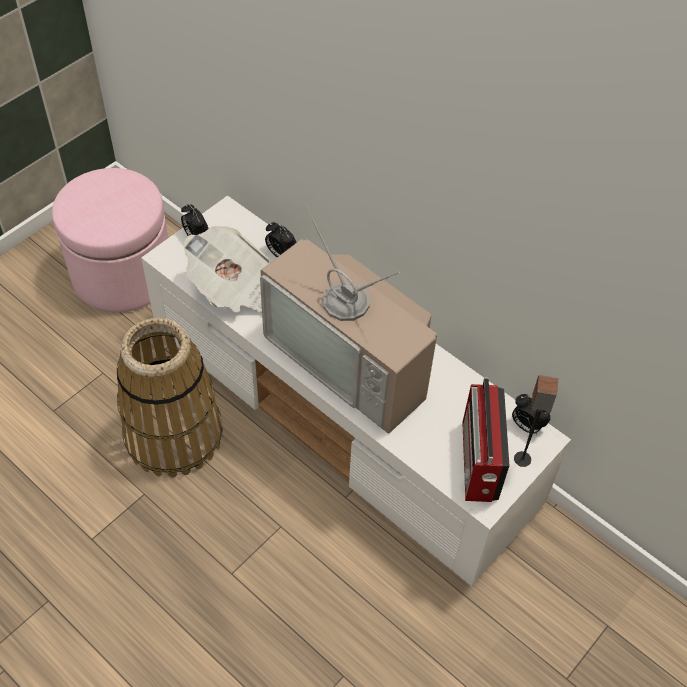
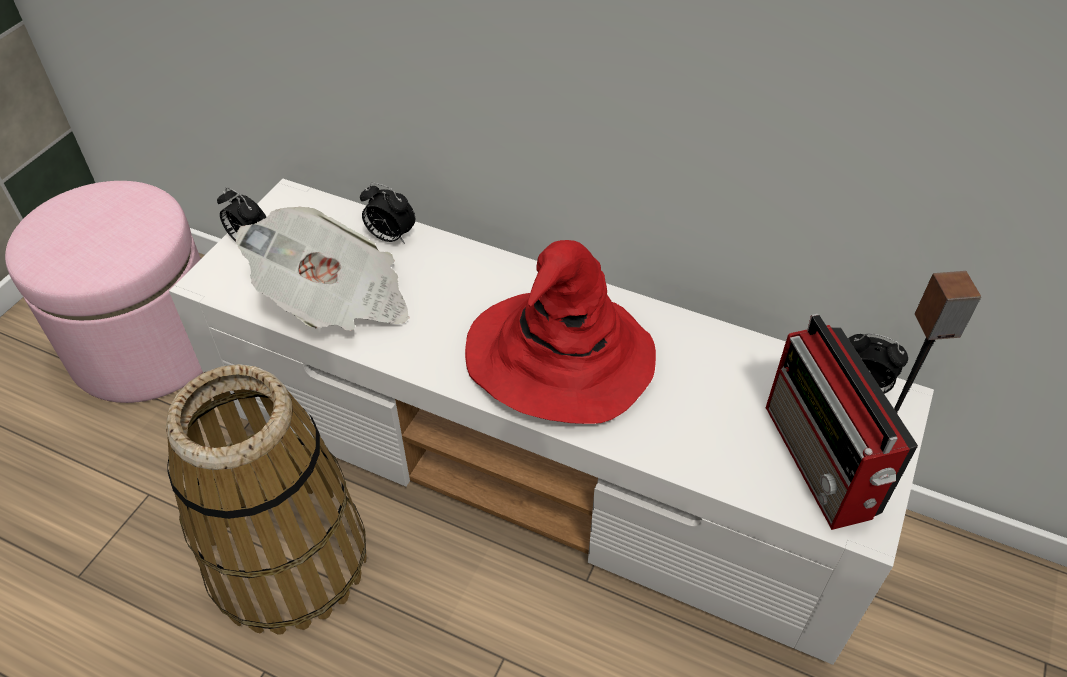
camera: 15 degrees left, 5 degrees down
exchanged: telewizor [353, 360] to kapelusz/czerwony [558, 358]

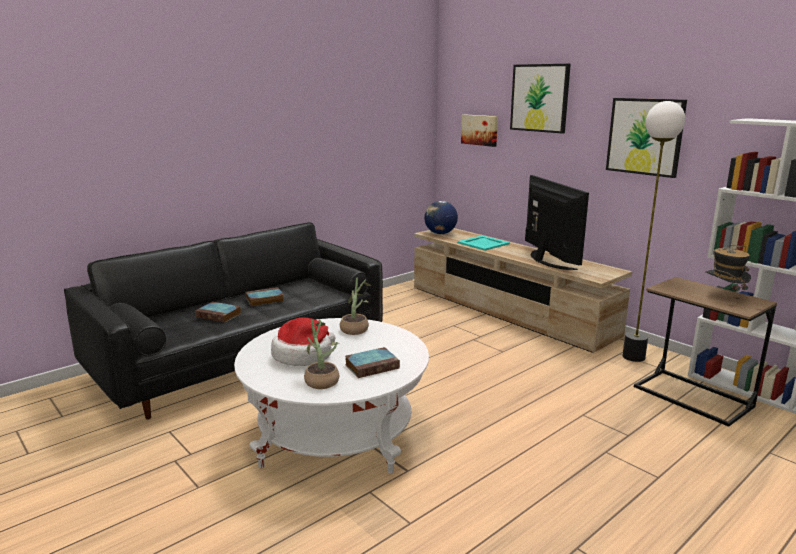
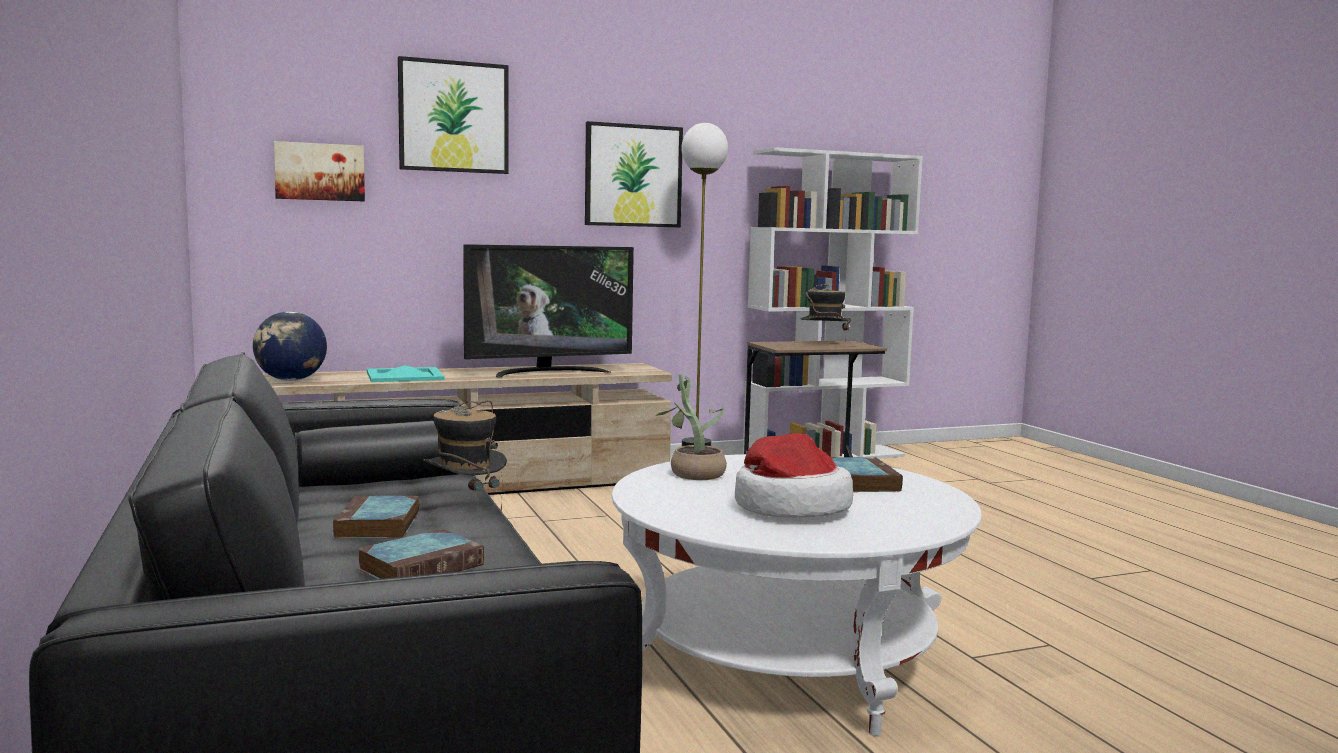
camera: 70 degrees left, 10 degrees down
missing: roślina doniczkowa [320, 380]
appeared: kapelusz [465, 506]
spun: telewizor [546, 260] = [548, 372] 150 degrees clockwise

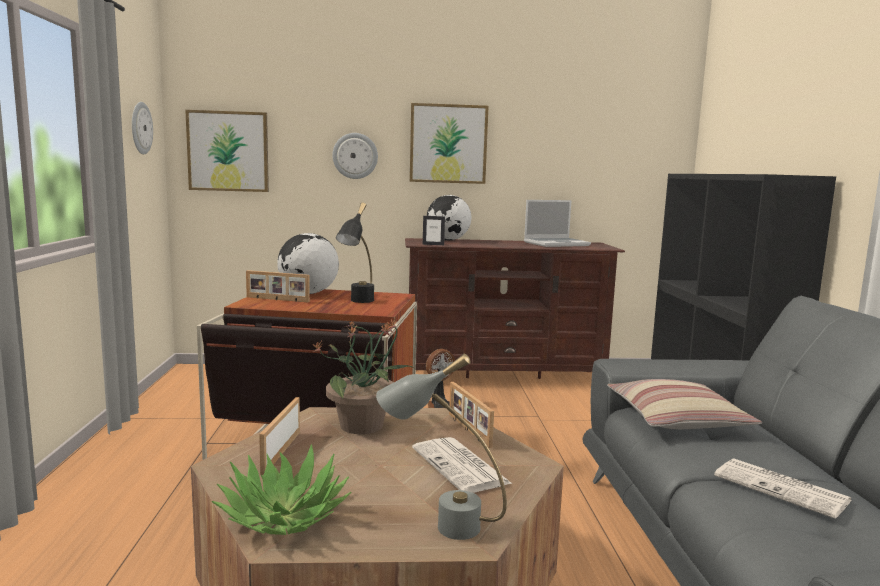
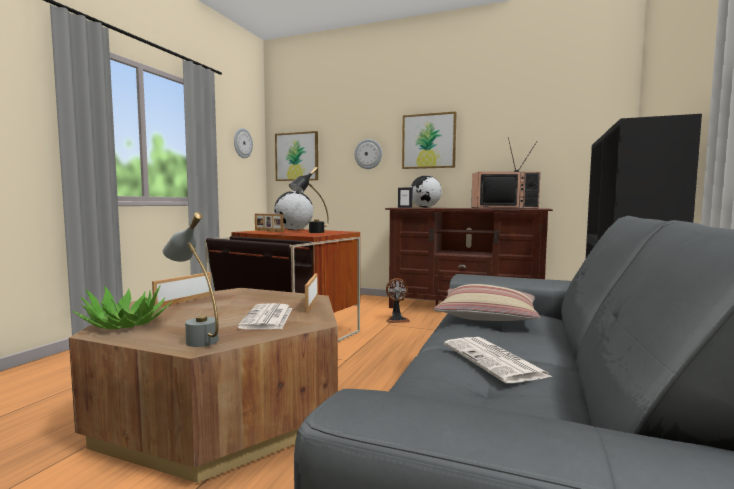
camera: 25 degrees right, 5 degrees down
missing: roślina doniczkowa [363, 425]
exchanged: laptop [556, 244] to telewizor [504, 208]

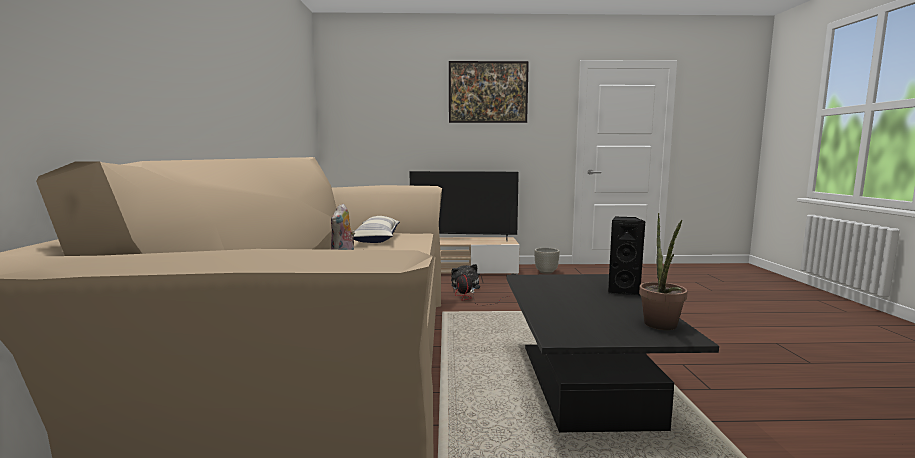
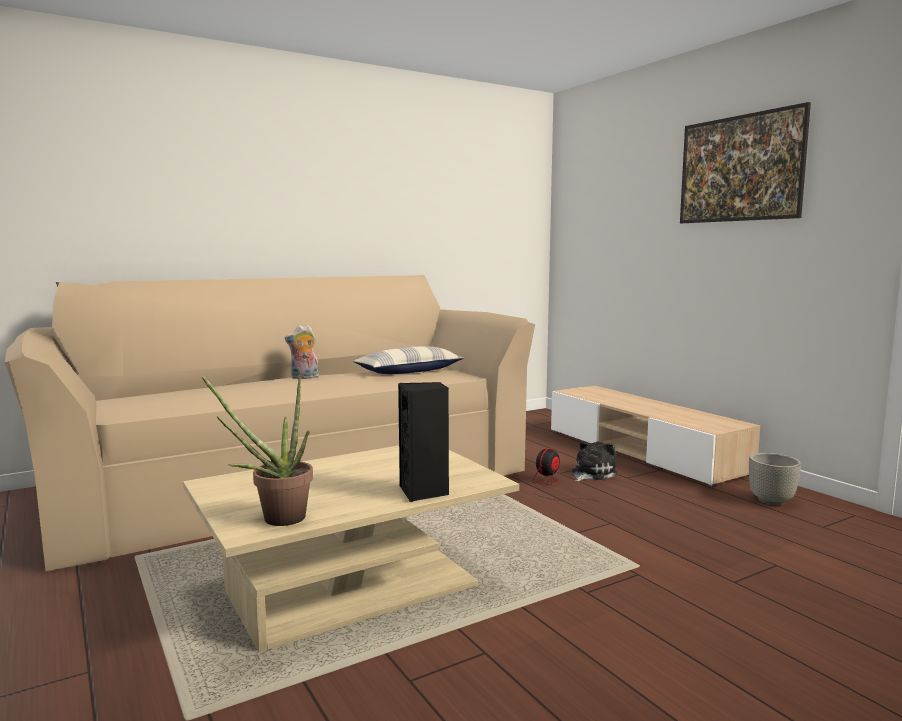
camera: 60 degrees right, 0 degrees up
missing: telewizor [463, 239]
colour: ława/czarny [584, 383] to ława/beżowy [353, 589]

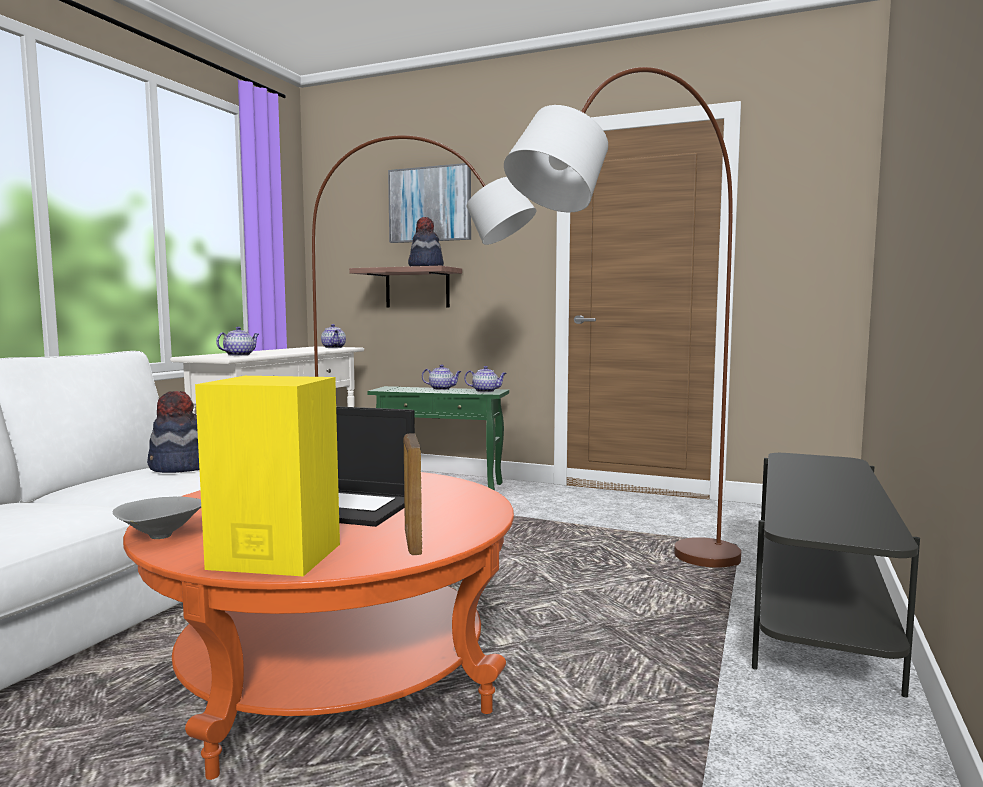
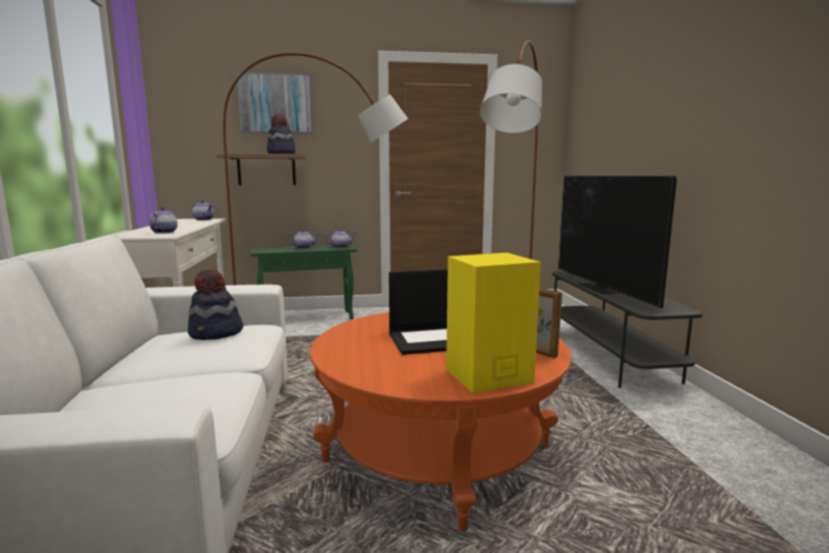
camera: 30 degrees left, 5 degrees up
missing: miska/szary [159, 537]
appeared: telewizor [601, 288]

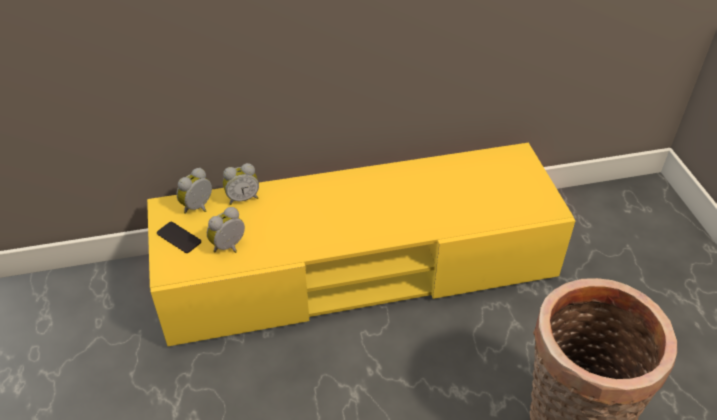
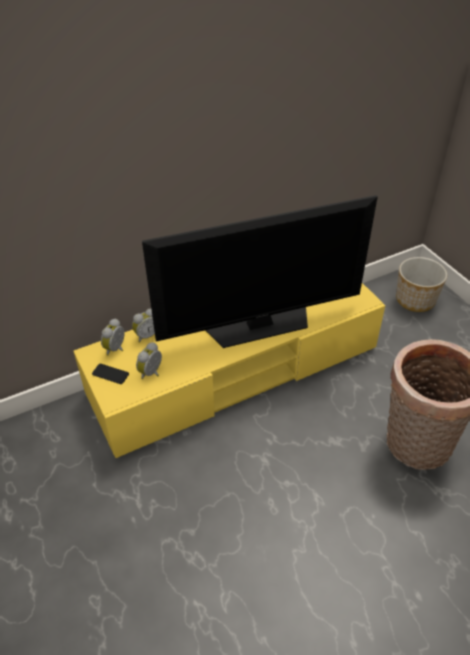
camera: 15 degrees left, 0 degrees up
appeared: telewizor [259, 325]; donica [415, 300]

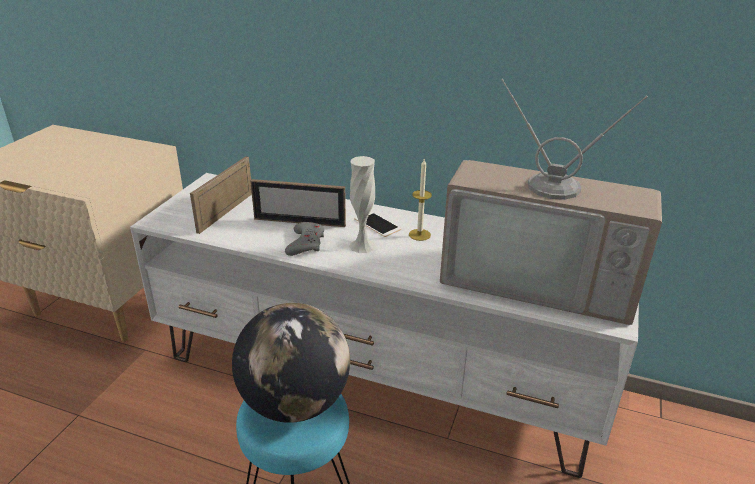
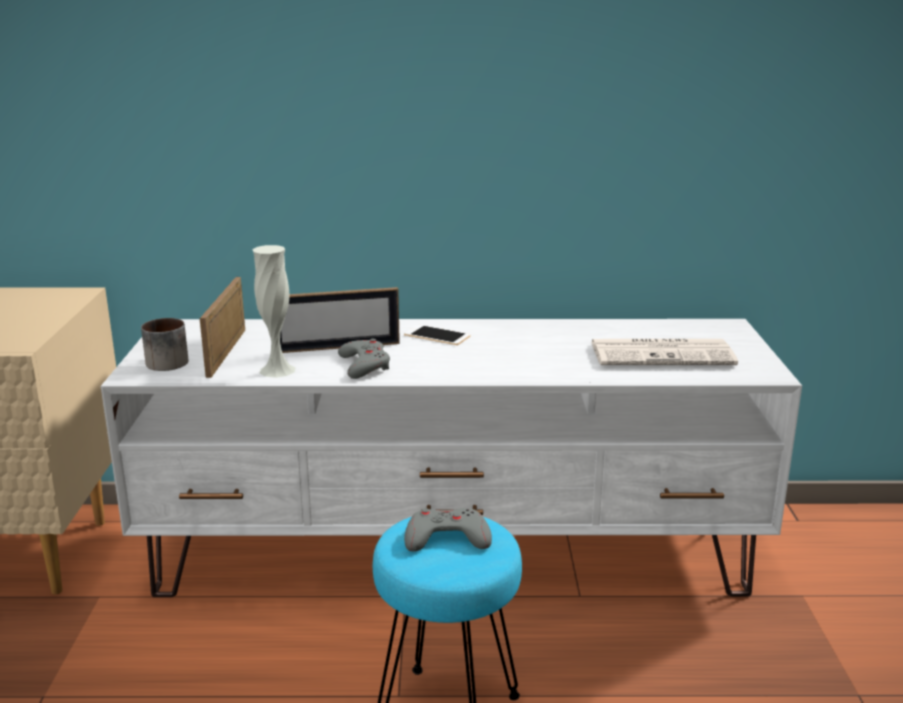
camera: 20 degrees left, 10 degrees down
missing: świeca [419, 234]
appeared: kubek [162, 362]
relocated: wazon/biały [362, 246] to [277, 370]
exchanged: globus [295, 403] to pad do gier/szary [446, 538]; telewizor [539, 279] to gazeta [663, 354]

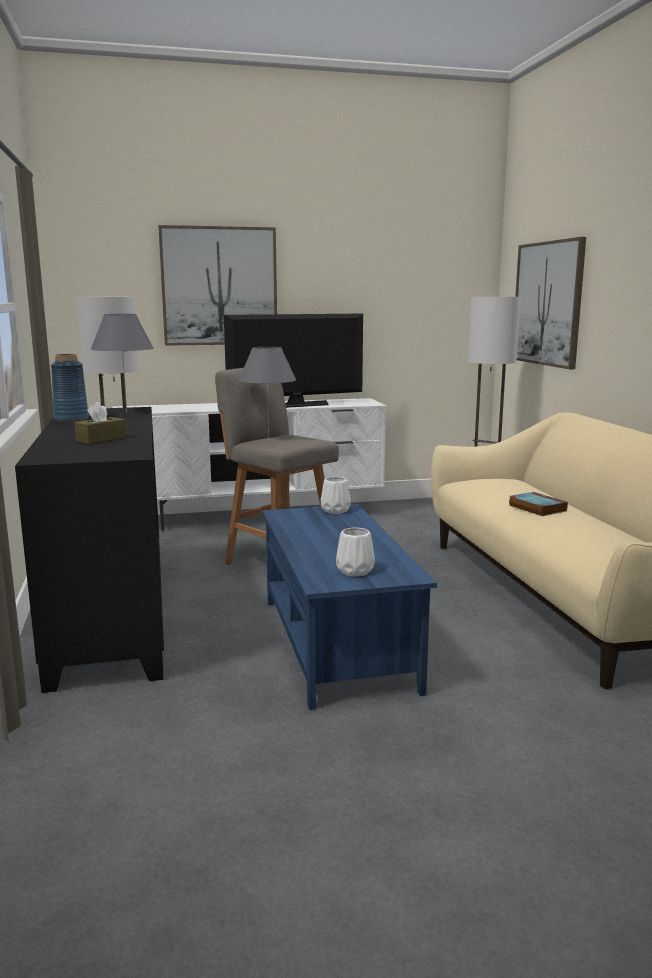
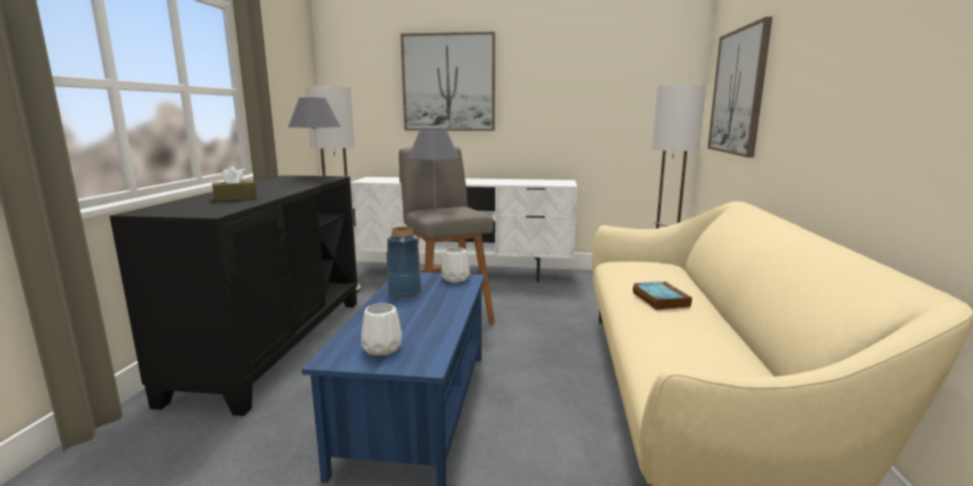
camera: 20 degrees right, 0 degrees up
missing: telewizor [296, 405]
relocated: wazon/niebieski [71, 419] to [404, 291]

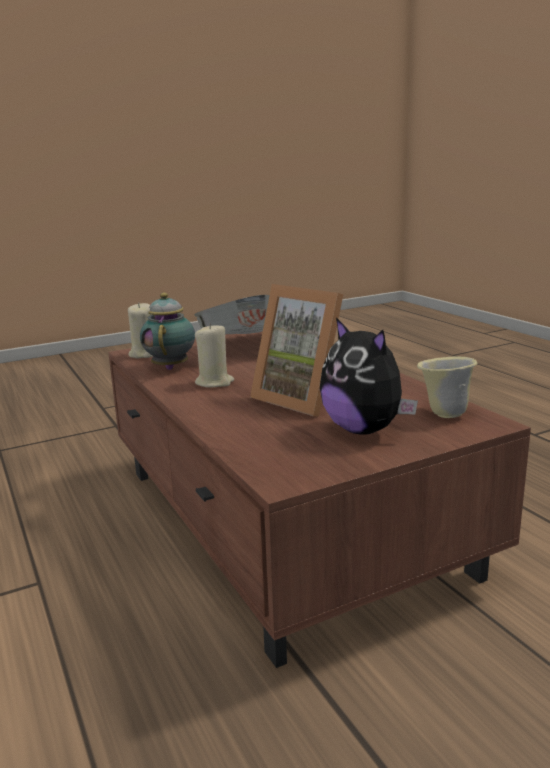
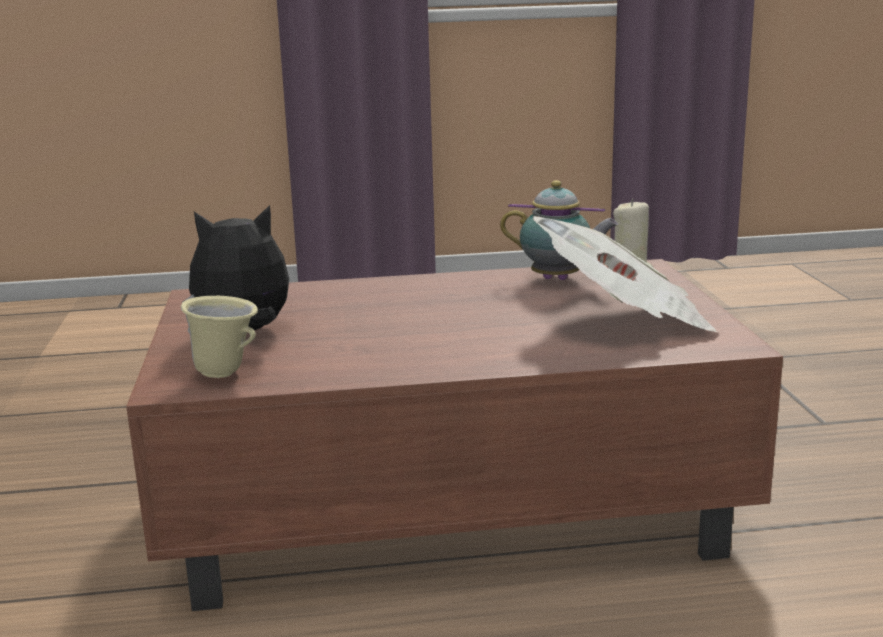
camera: 110 degrees right, 0 degrees up
missing: świeca/beżowy [214, 382]; ramka na zdjęcie [303, 399]

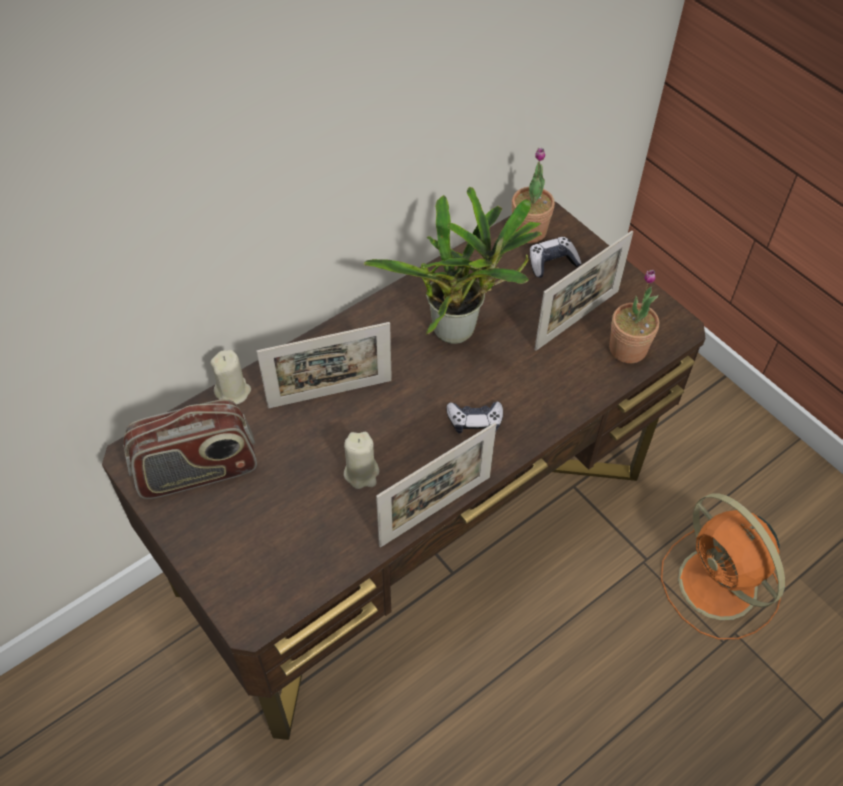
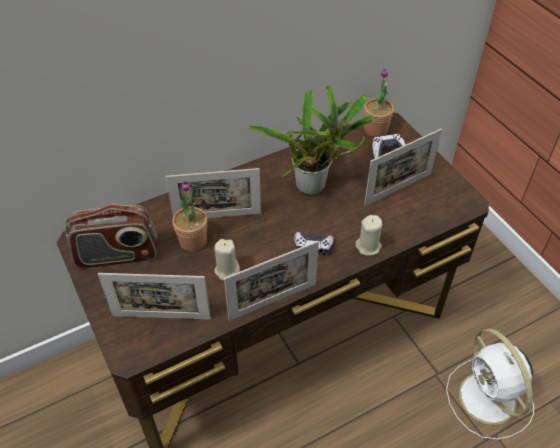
camera: 10 degrees right, 5 degrees down
appeared: ramka na zdjęcie [161, 317]
relocated: roślina doniczkowa [627, 349] to [193, 241]; świeca/beżowy [233, 392] to [368, 246]
colour: wentylator/pomarańczowy [720, 586] to wentylator/biały [489, 400]

